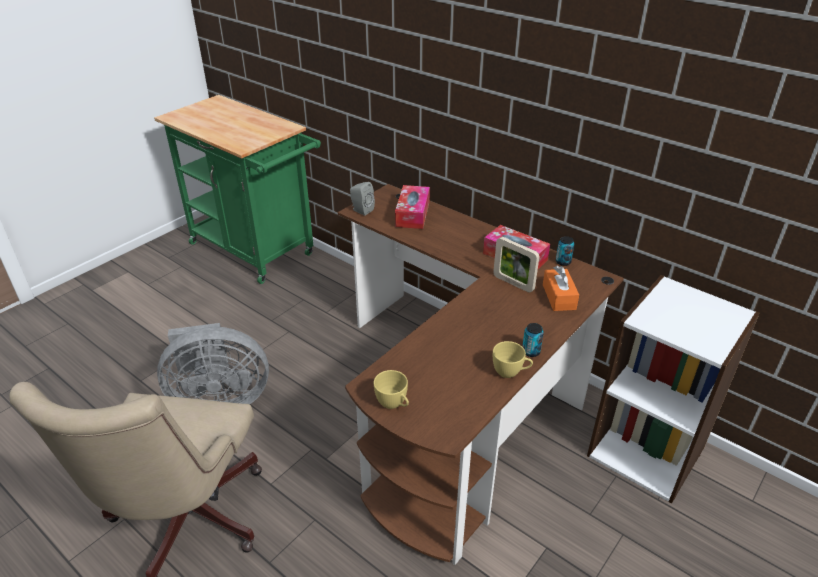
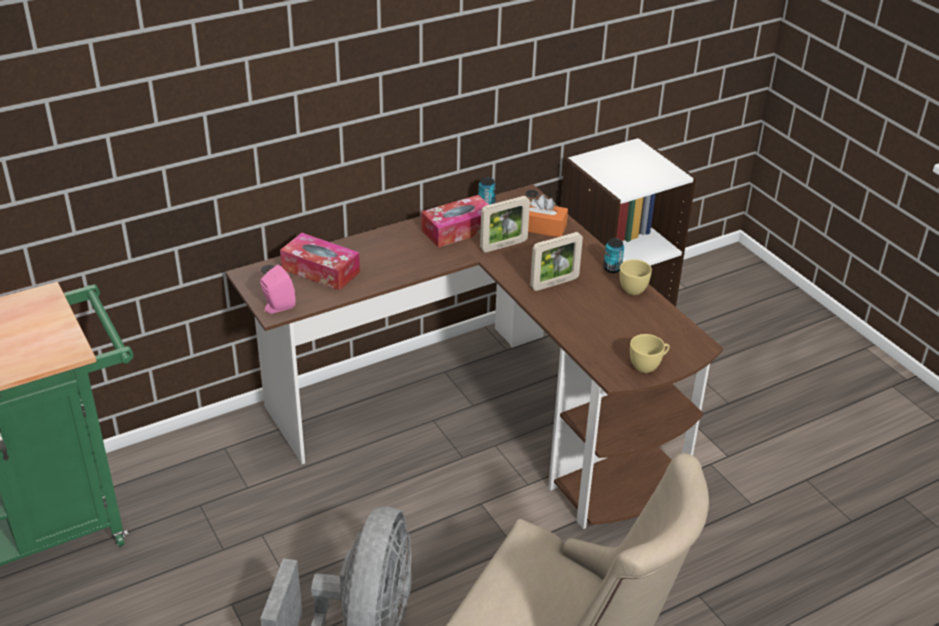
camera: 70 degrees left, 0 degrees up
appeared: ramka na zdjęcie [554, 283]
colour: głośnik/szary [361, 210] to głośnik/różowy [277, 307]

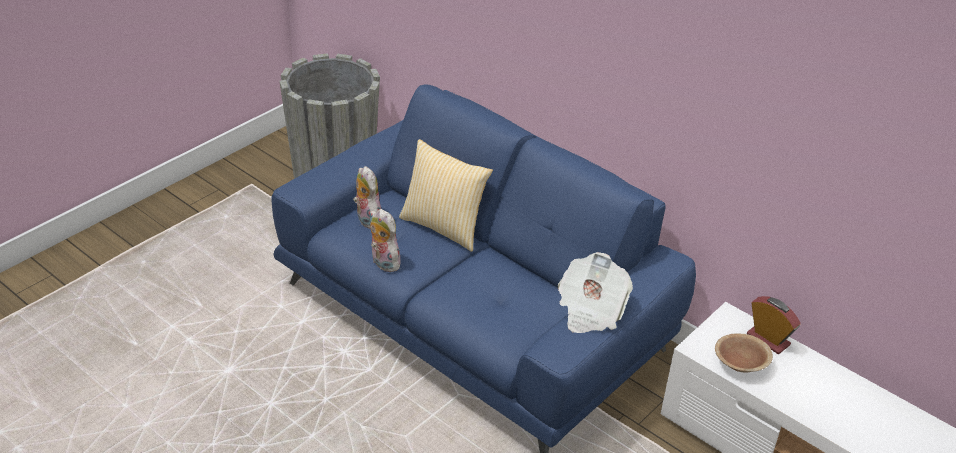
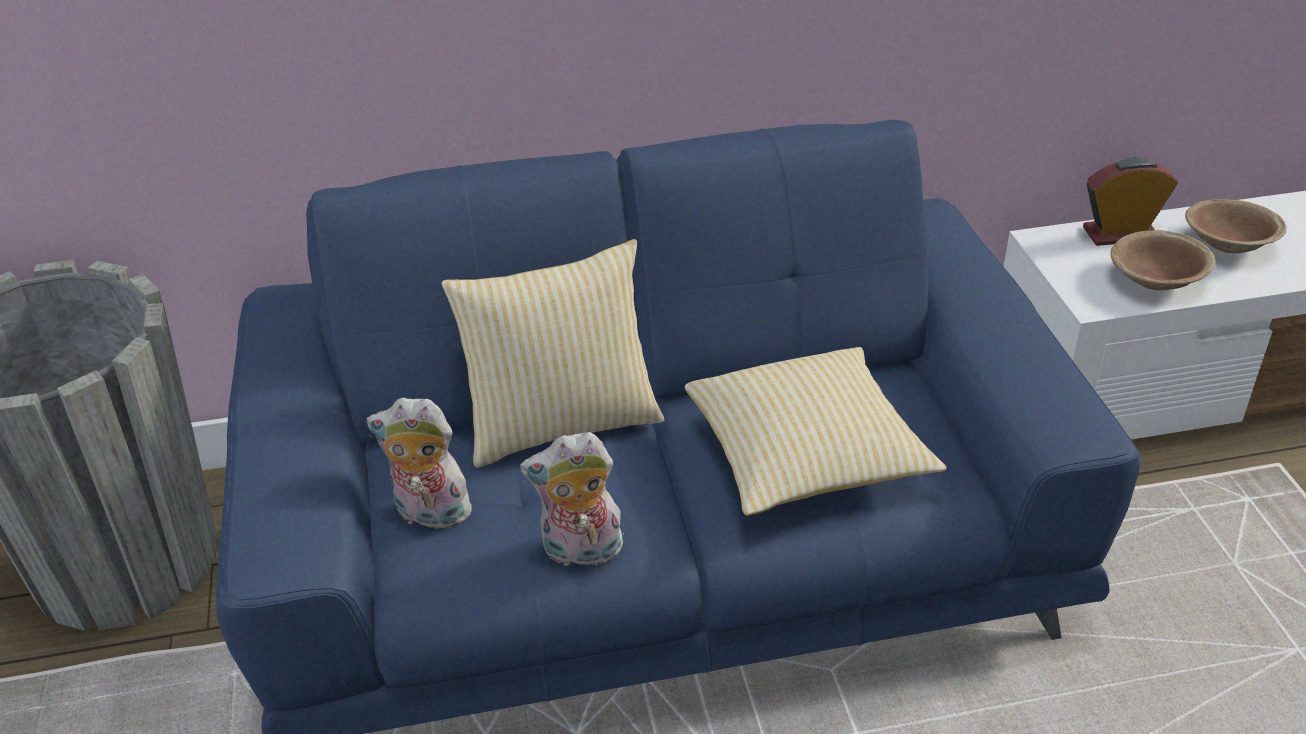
camera: 50 degrees left, 0 degrees up
missing: gazeta [590, 310]
appeared: poduszka [806, 457]; miska/brązowy [1228, 244]

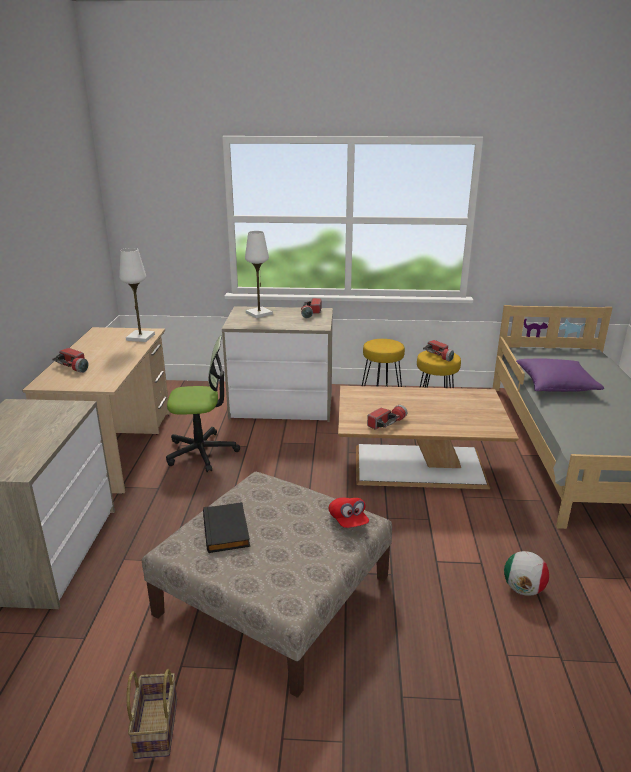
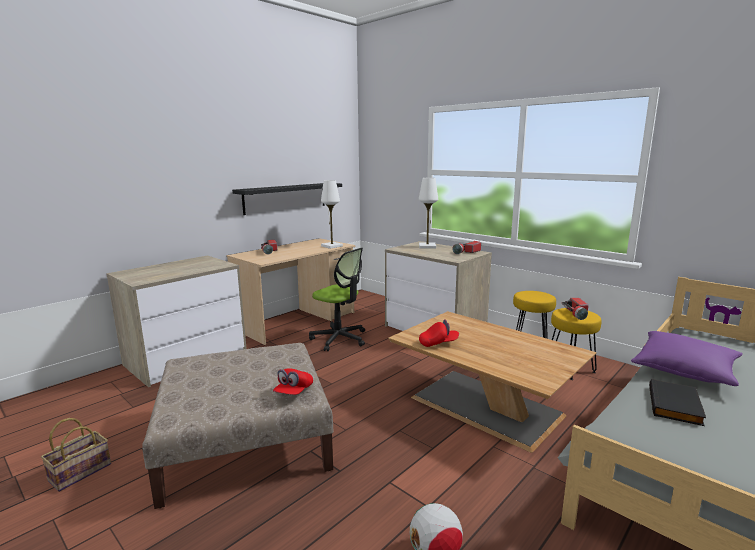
camera: 40 degrees right, 10 degrees down
appeared: półka/czarny [286, 198]
relocated: książka/czarny [227, 530] to [676, 406]
exchanged: latarka [387, 423] to czapka z daszkiem/czerwony [438, 343]

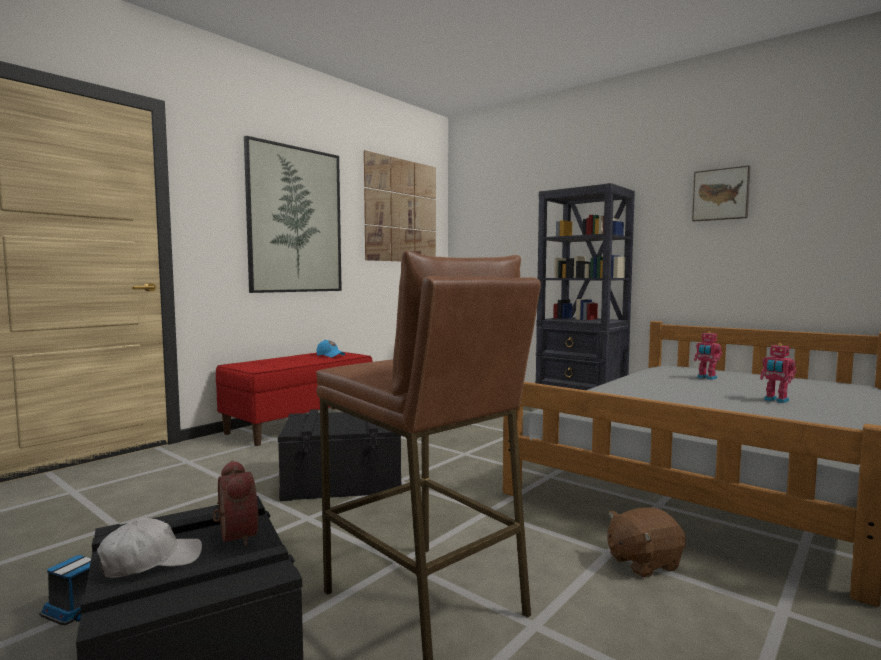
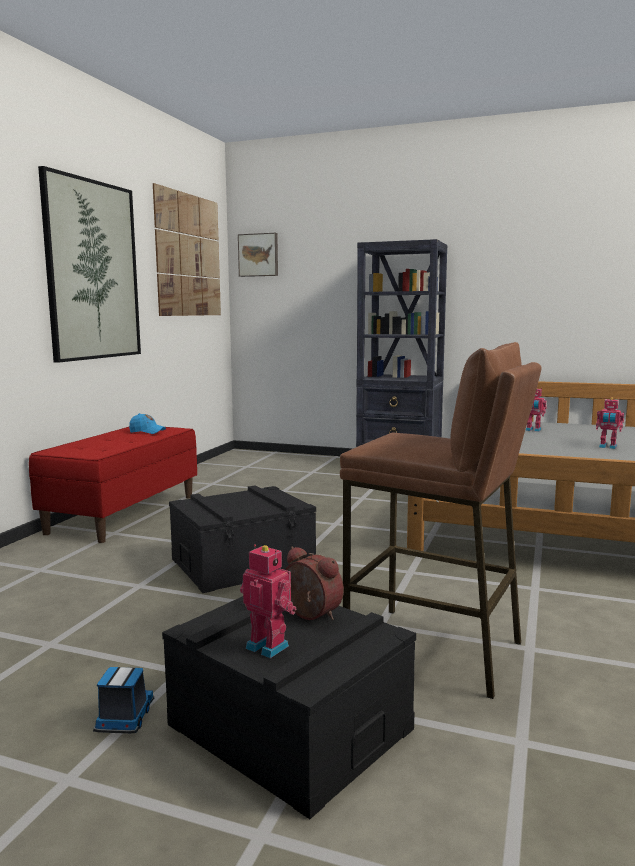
camera: 20 degrees left, 5 degrees up
missing: pluszak/brązowy [643, 562]
relocated: obraz [721, 194] to [258, 255]
exchanged: czapka z daszkiem/biały [150, 562] to robot zabawkowy [269, 646]

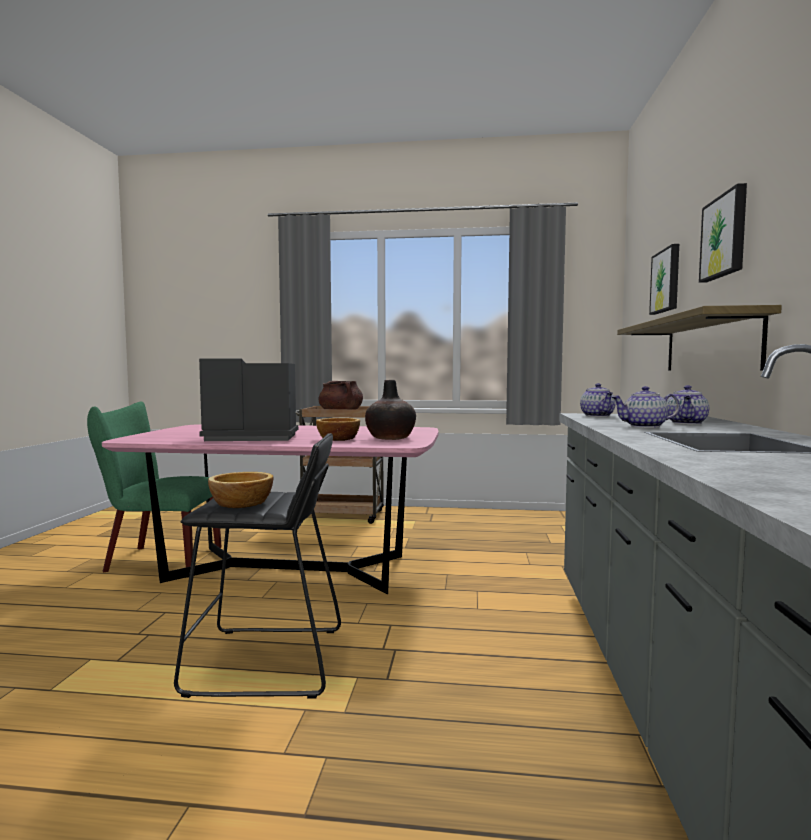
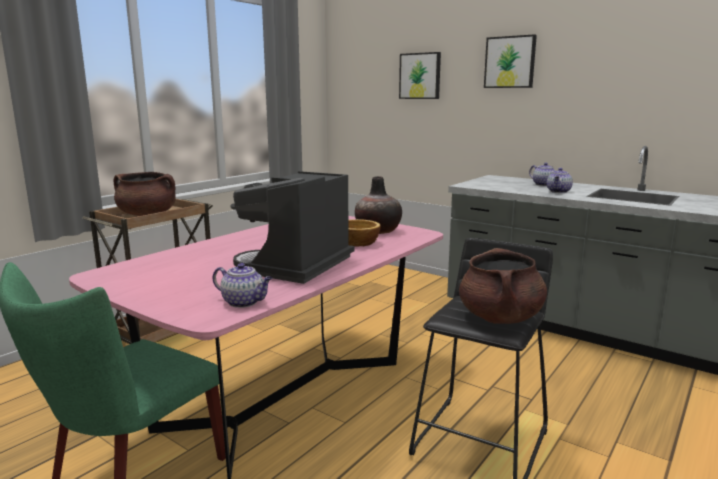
camera: 60 degrees left, 10 degrees up
missing: półka [709, 345]
relocated: imbryk [598, 416] to [244, 302]
exchanged: miska [241, 504] to garnek/brązowy [500, 318]

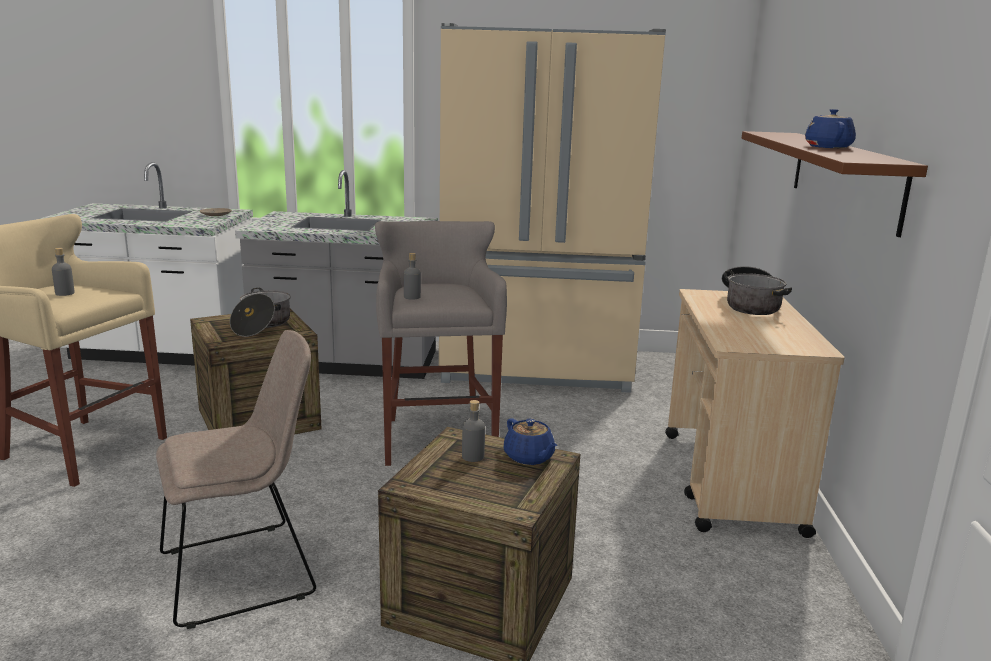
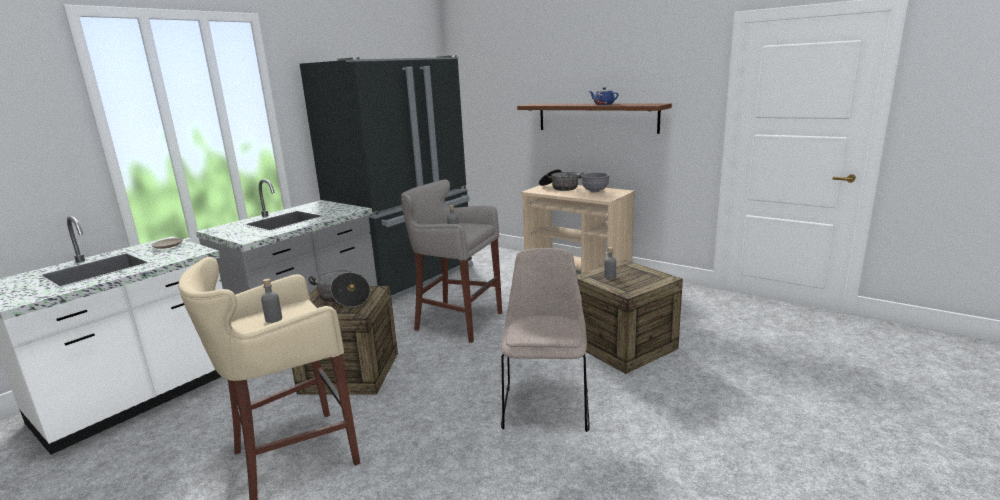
camera: 55 degrees left, 0 degrees up
missing: imbryk/niebieski [529, 457]
appeared: miska/szary [595, 191]
colour: lodówka/beżowy [537, 368] to lodówka/czarny [409, 277]

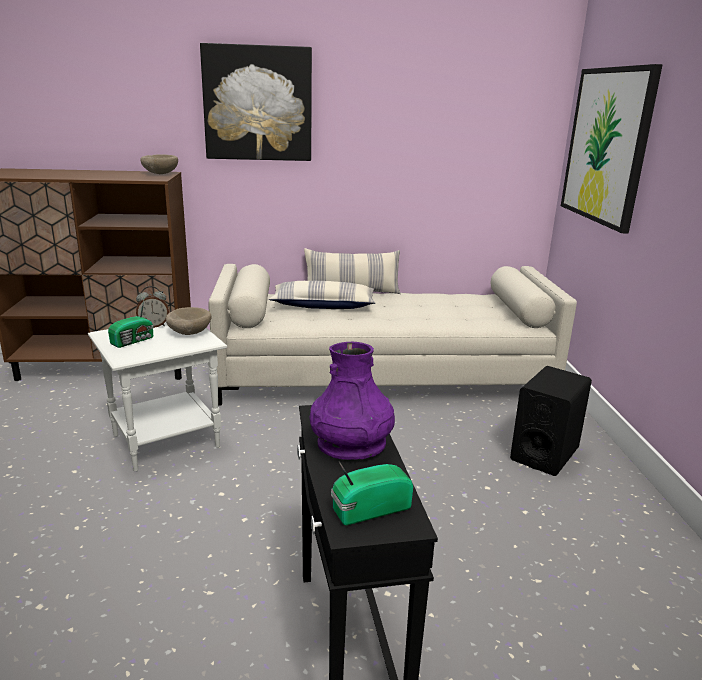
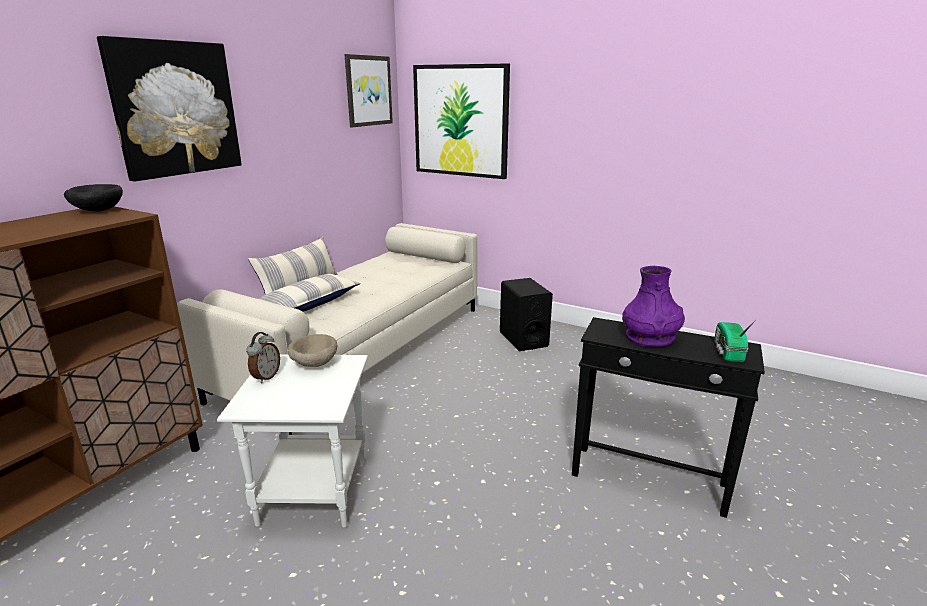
camera: 55 degrees left, 0 degrees up
missing: radio [134, 341]
appeared: obraz [368, 91]
colour: miska/beżowy [160, 174] to miska/czarny [97, 211]

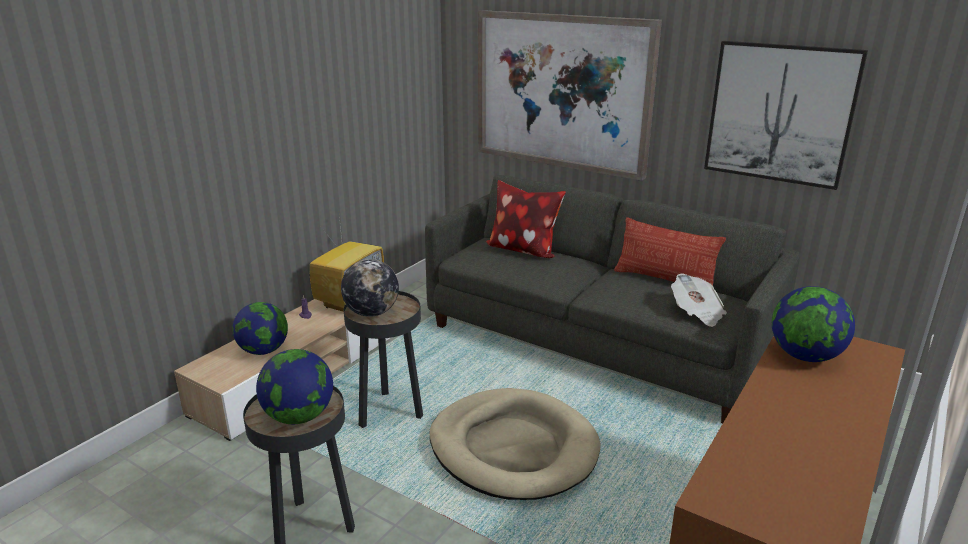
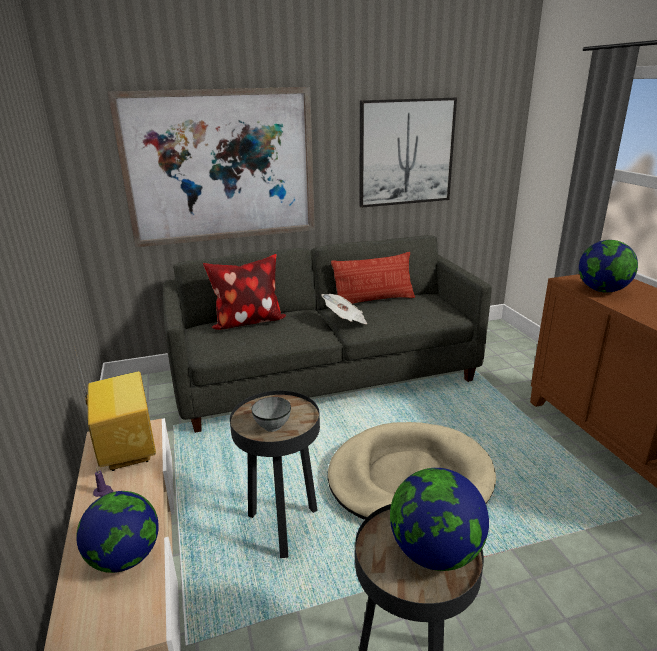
camera: 50 degrees left, 0 degrees up
relocated: gazeta [697, 313] to [345, 320]
exchanged: globus [371, 313] to miska/szary [272, 426]

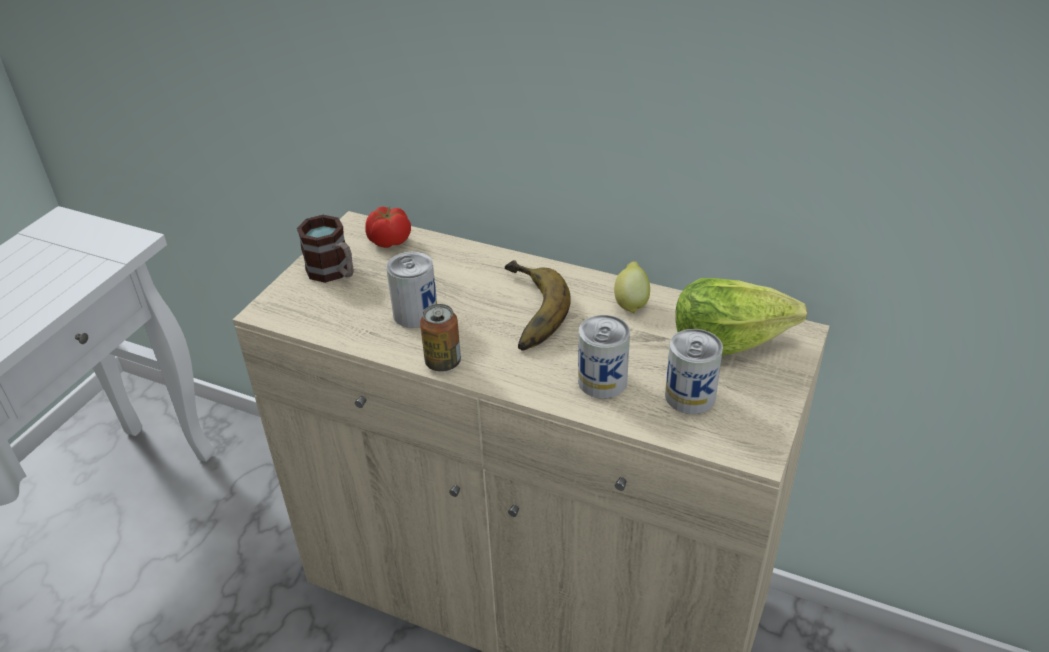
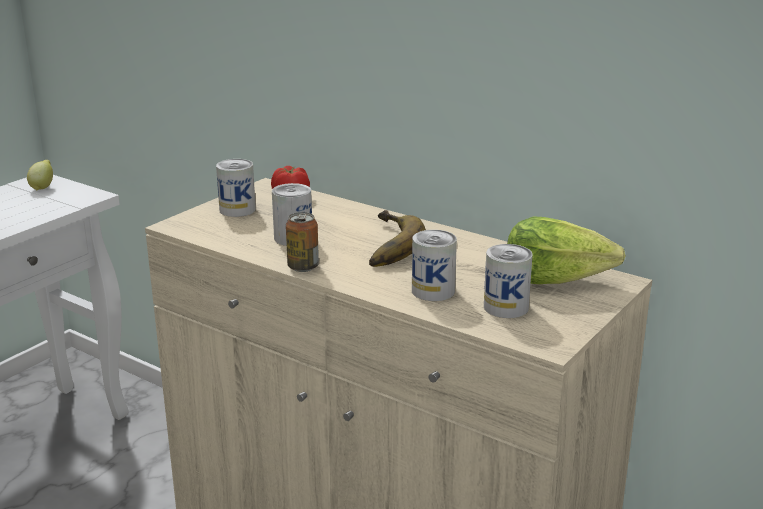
camera: 10 degrees right, 15 degrees down
relocated: cytryna [631, 303] to [43, 187]
exchanged: kubek [334, 273] to puszka [237, 210]

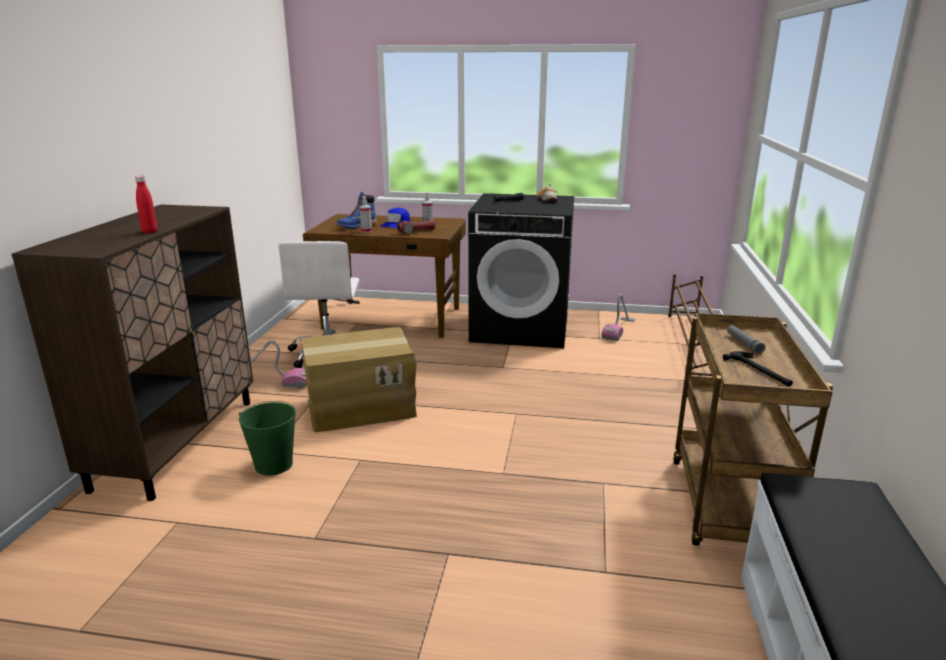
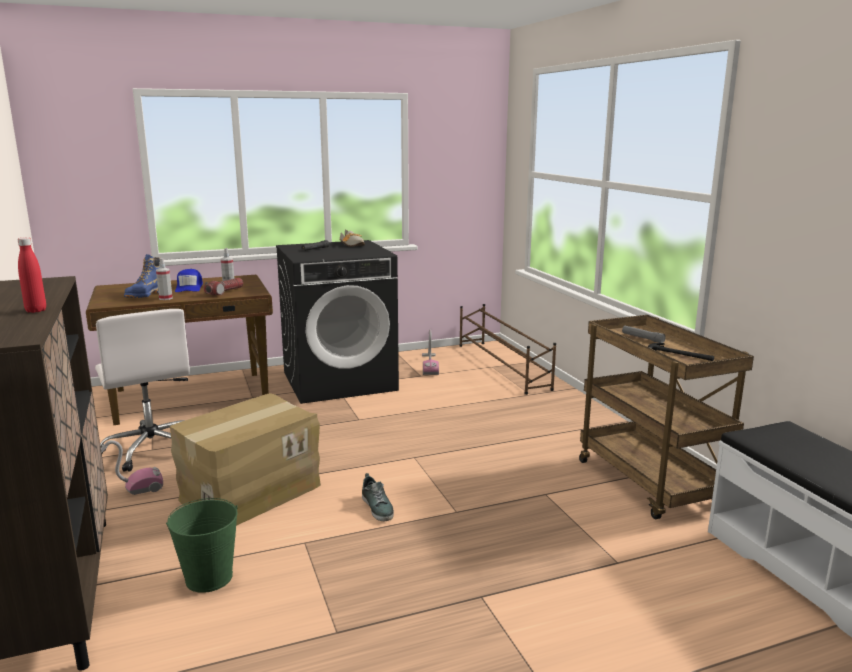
camera: 30 degrees left, 5 degrees down
appeared: but [378, 507]

